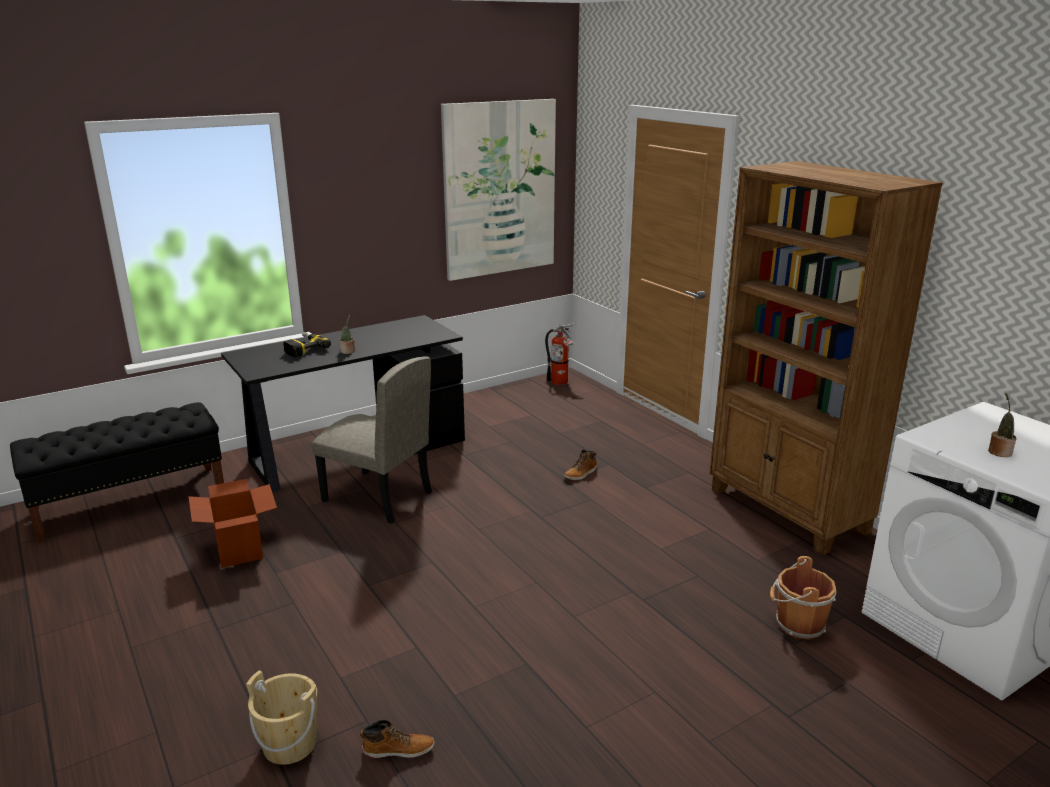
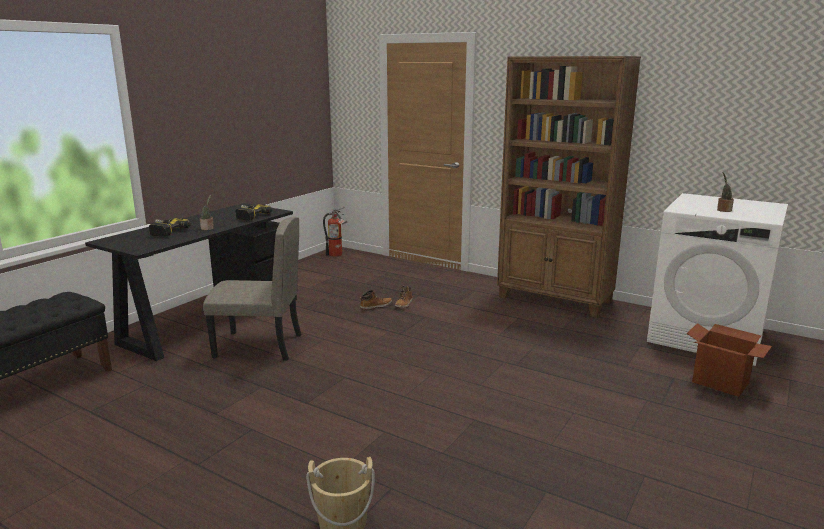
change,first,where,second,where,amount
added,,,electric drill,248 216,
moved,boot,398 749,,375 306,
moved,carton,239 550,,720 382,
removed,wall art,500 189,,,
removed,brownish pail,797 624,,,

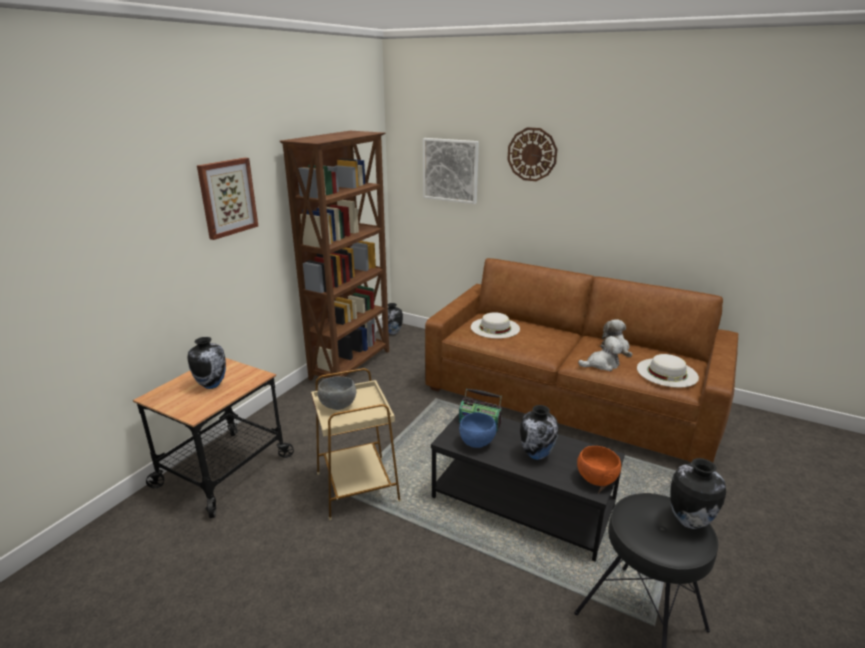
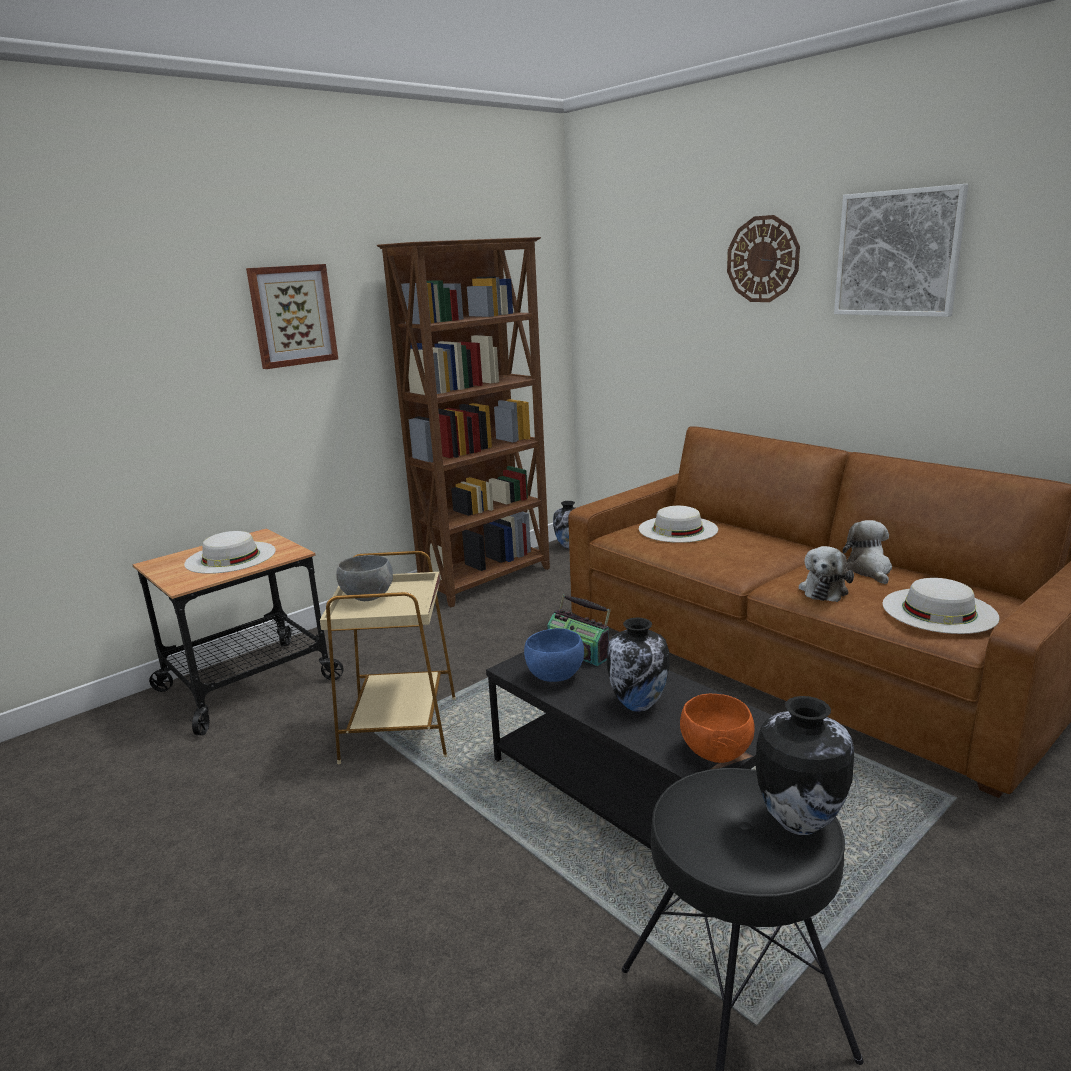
change,first,where,second,where,amount
replaced,vase,212 385,white clothing hat,230 557,
turned,cuddly toy,601 364,,824 589,105 degrees clockwise
moved,wall art,450 170,,898 253,

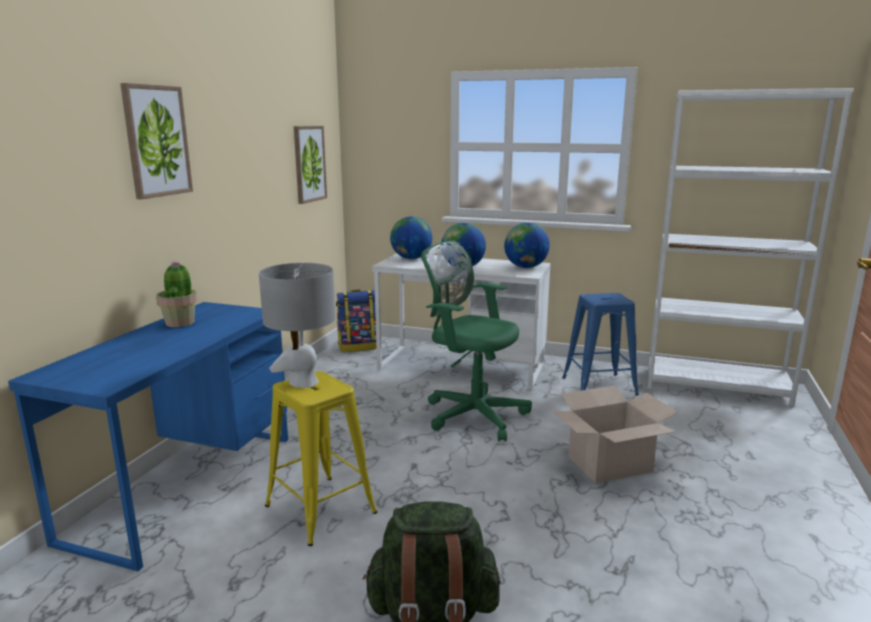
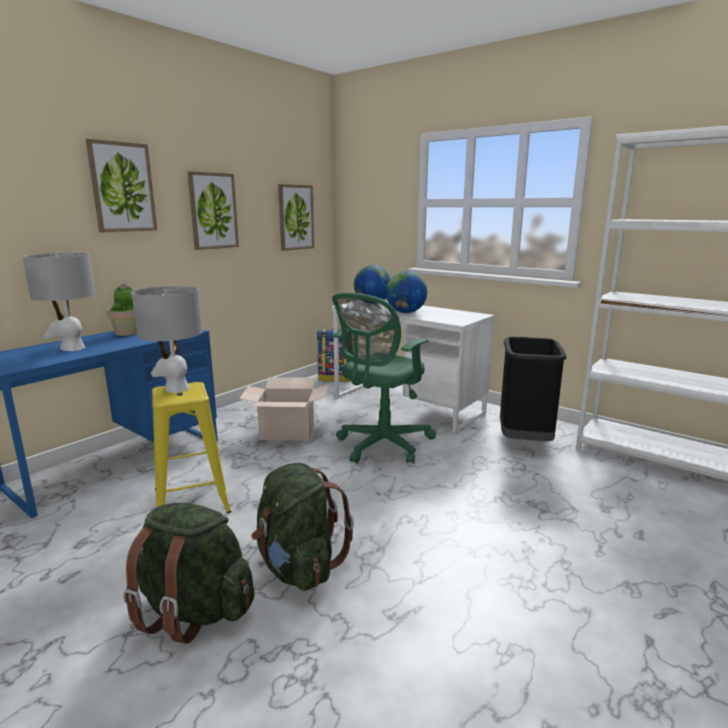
change,first,where,second,where,amount
added,,,greyish lamp for a table,72 348,
added,,,wall art,213 211,
moved,carton,609 464,,287 431,
added,,,green rucksack,298 566,
turned,green office chair,472 414,,381 446,105 degrees counterclockwise
replaced,bluish stool seat,599 386,black-coloured trash can,524 440,
removed,desk globe,525 267,,,

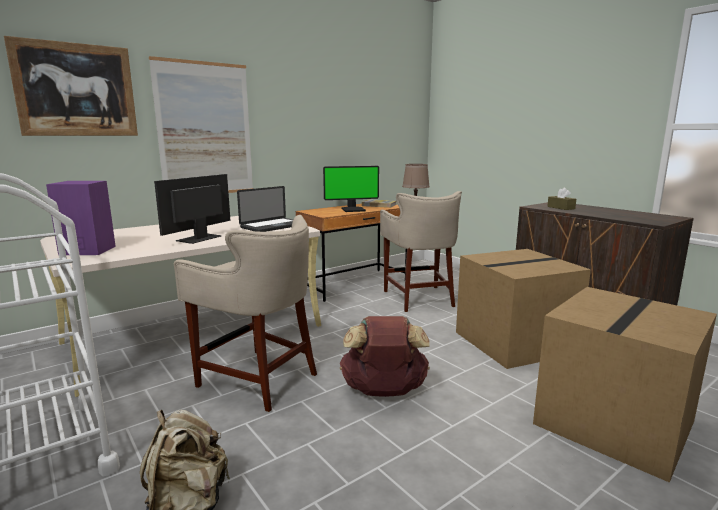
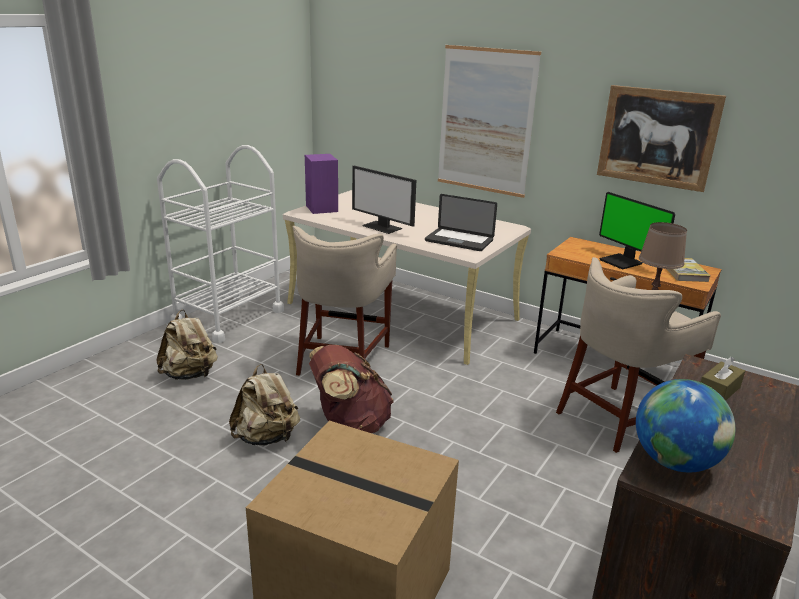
change,first,where,second,where,amount
added,,,beige rucksack,267 437,
turned,computer screen,199 238,,383 227,150 degrees counterclockwise
moved,wall art,76 90,,657 137,
added,,,desk globe,674 462,
removed,carton,514 343,,,

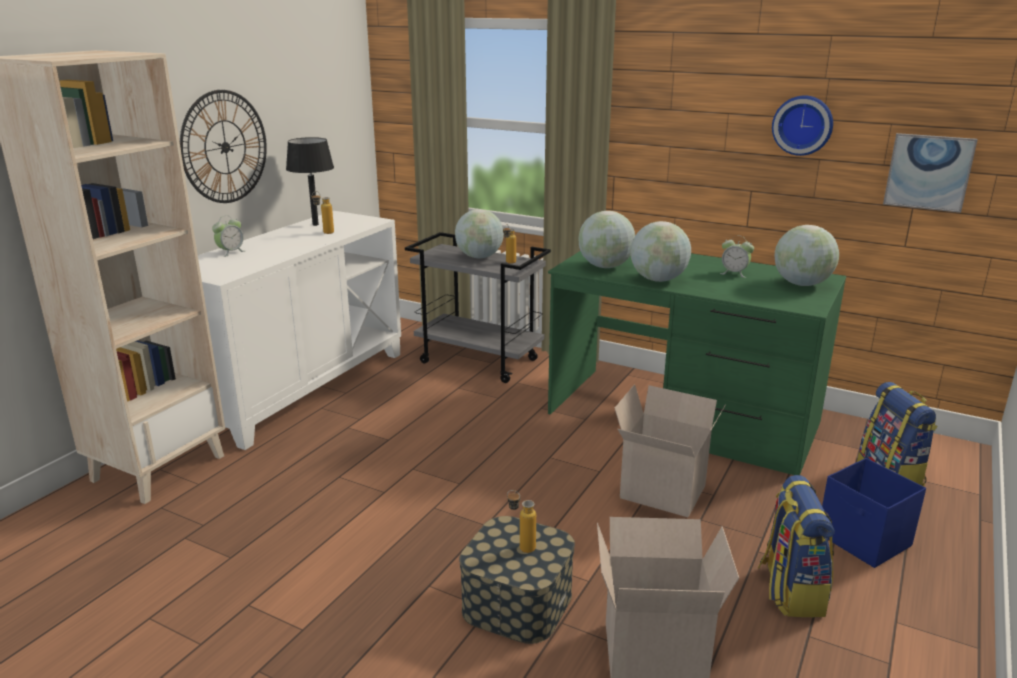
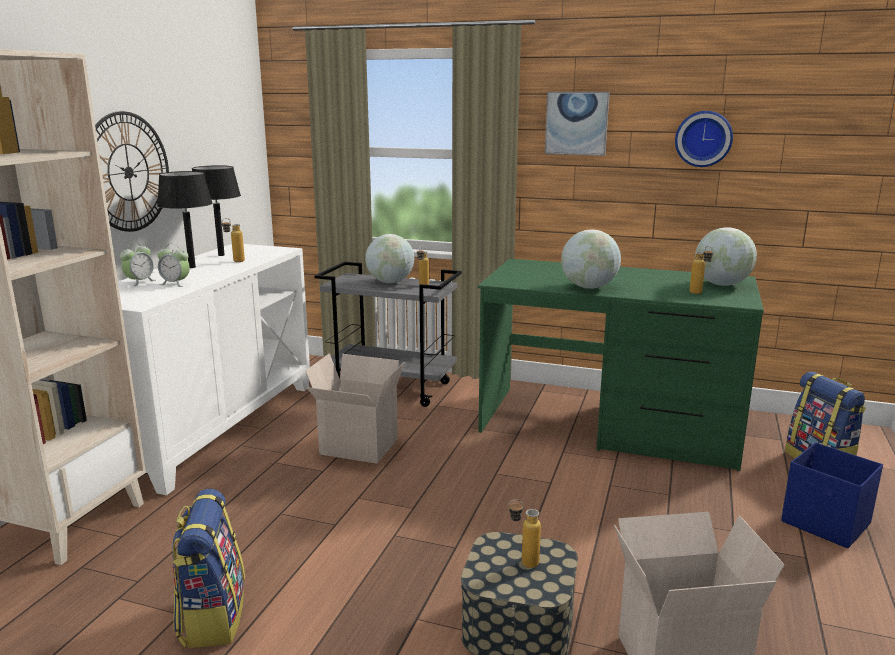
change,first,where,second,where,amount
added,,,black-coloured lamp for a table,192 267,
moved,table clock,734 273,,175 284,
moved,rucksack,790 590,,212 617,
moved,carton,660 493,,357 447,
moved,wall art,928 172,,576 123,
added,,,bottle,699 294,
removed,desk globe,605 266,,,

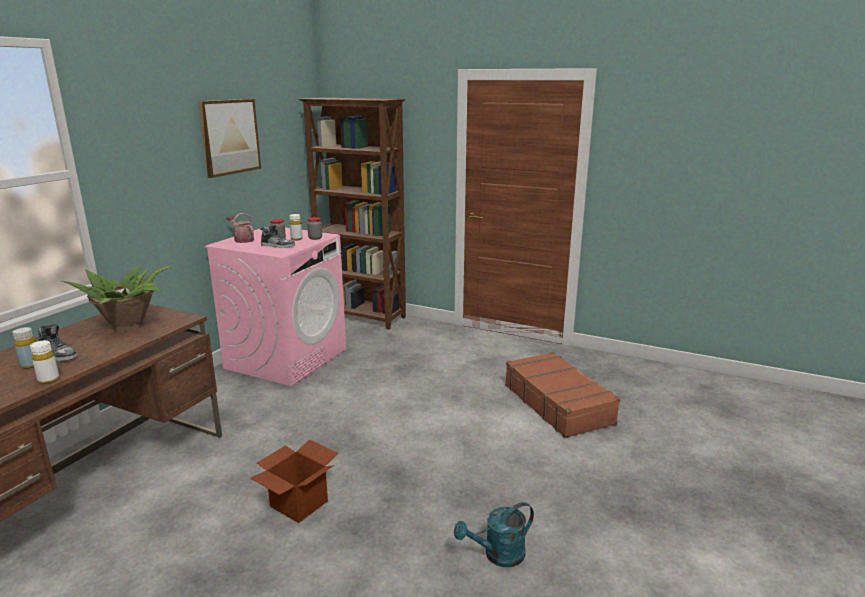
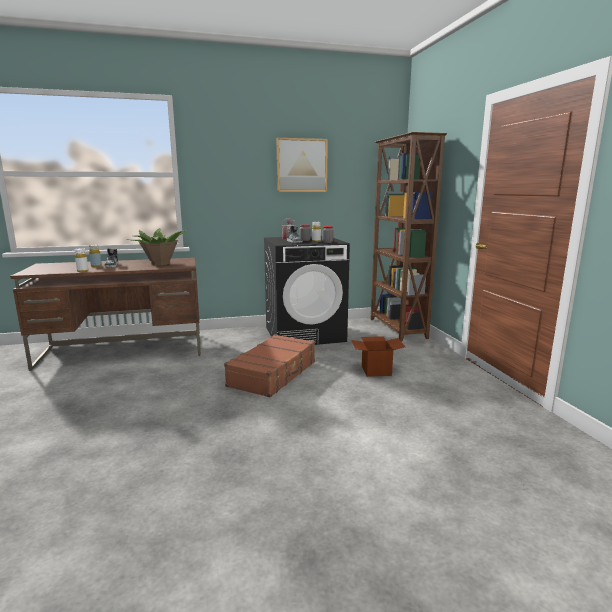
change,first,where,second,where,amount
moved,brownish piece of luggage,558 404,,274 374,
recoloured,pink-coloured laundry appliance,287 358,black-coloured laundry appliance,305 334,
moved,carton,299 504,,376 370,
removed,turquoise-coloured watering can,498 555,,,

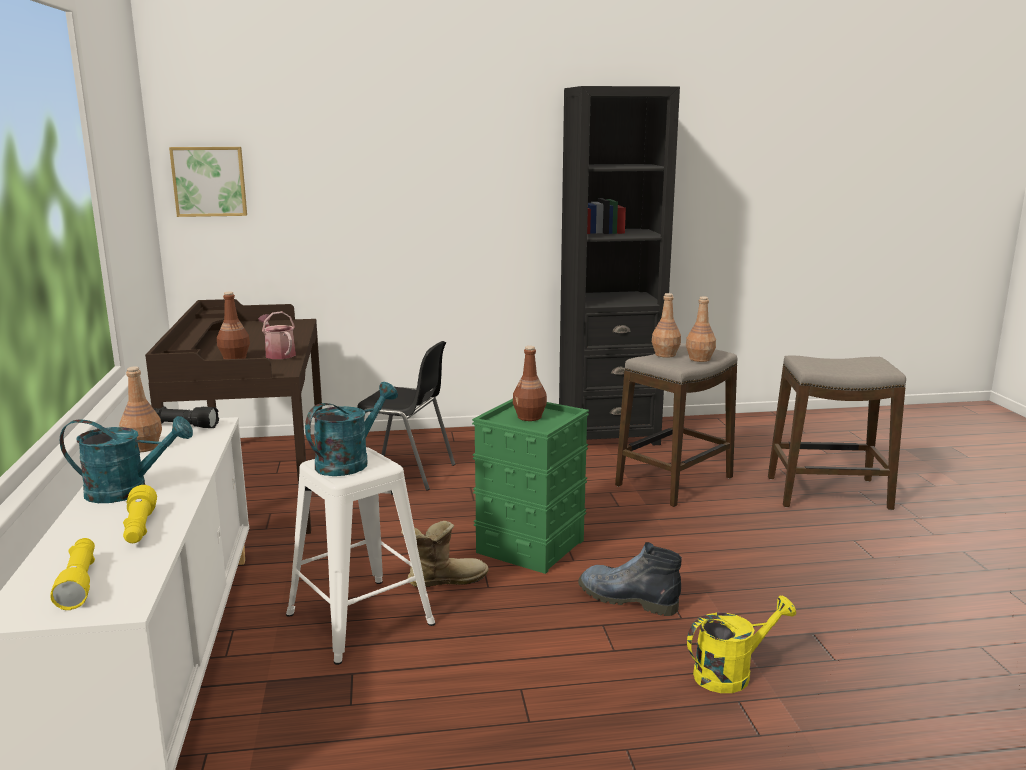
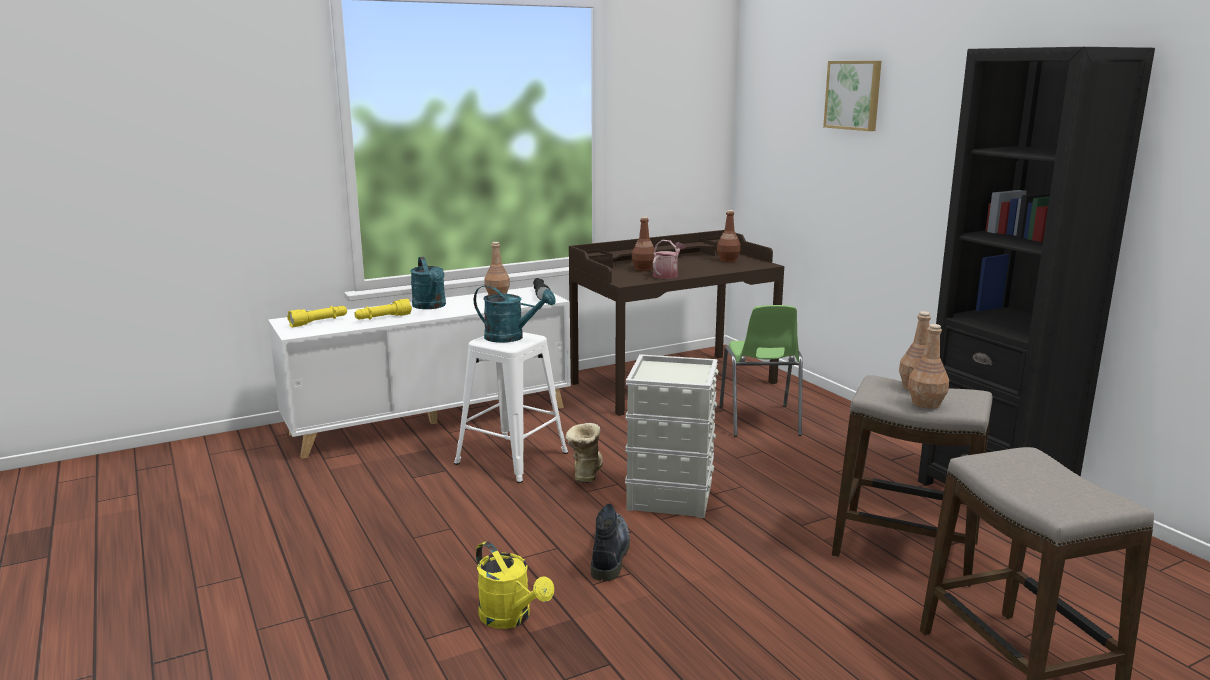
change,first,where,second,where,amount
turned,boot,444 580,,585 473,135 degrees counterclockwise
recoloured,green storage bin,530 546,greyish storage bin,671 496,
moved,brownish bottle,530 417,,728 260,
recoloured,black-coloured plain chair,404 472,green plain chair,759 421,
moved,wall art,209 181,,854 95,

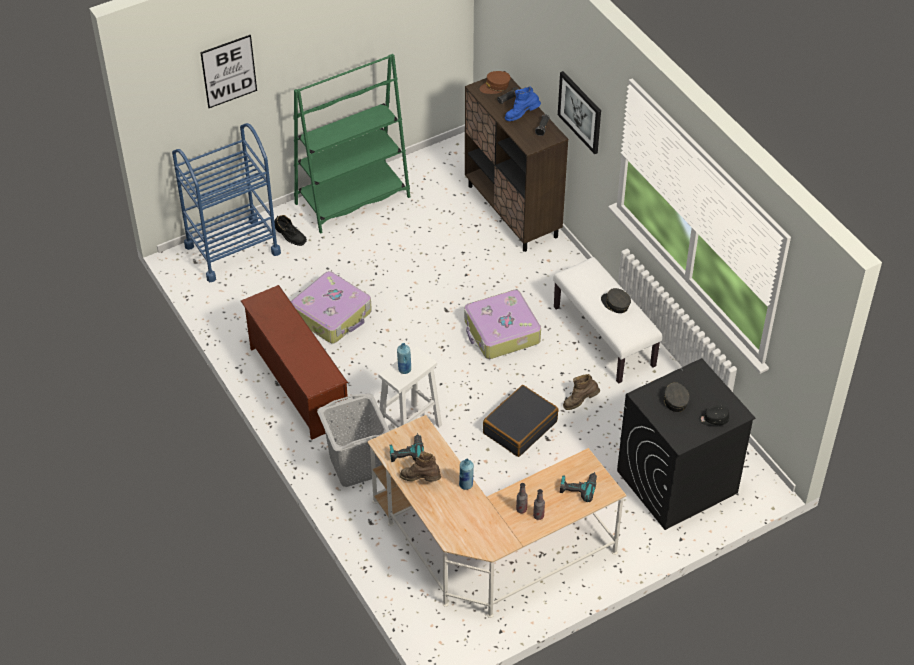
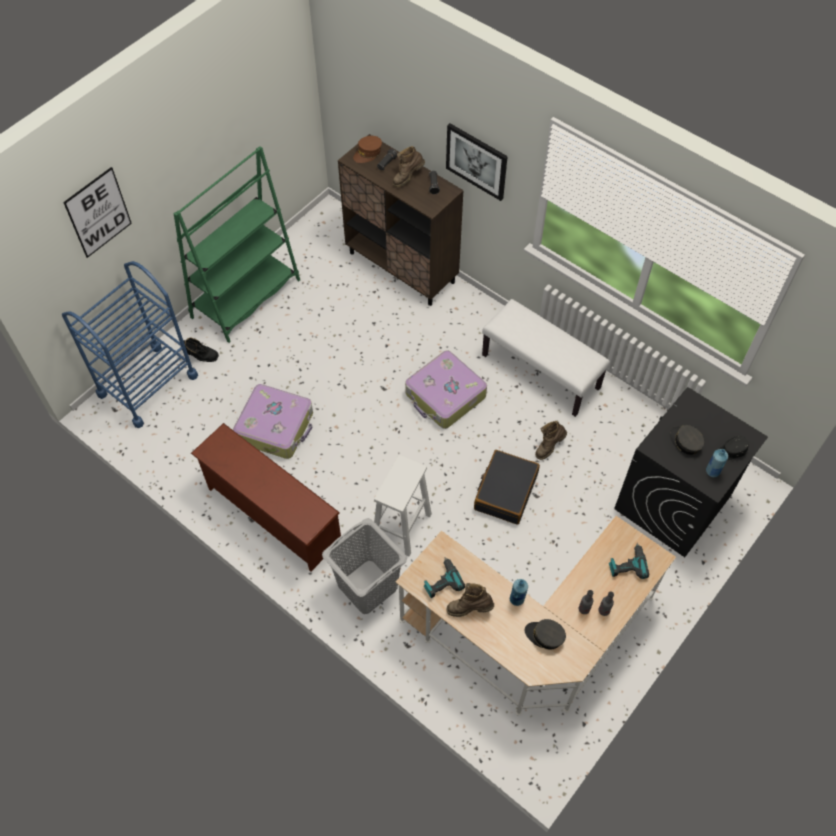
change,first,where,second,where,amount
recoloured,bluish boot,522 115,brownish boot,407 177,
moved,greyish cap,615 304,,544 636,
moved,bluish bottle,404 369,,712 471,

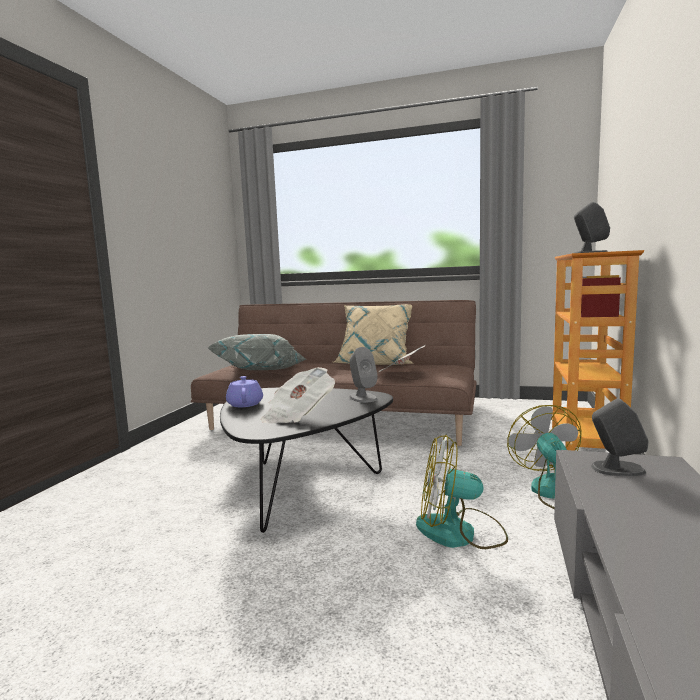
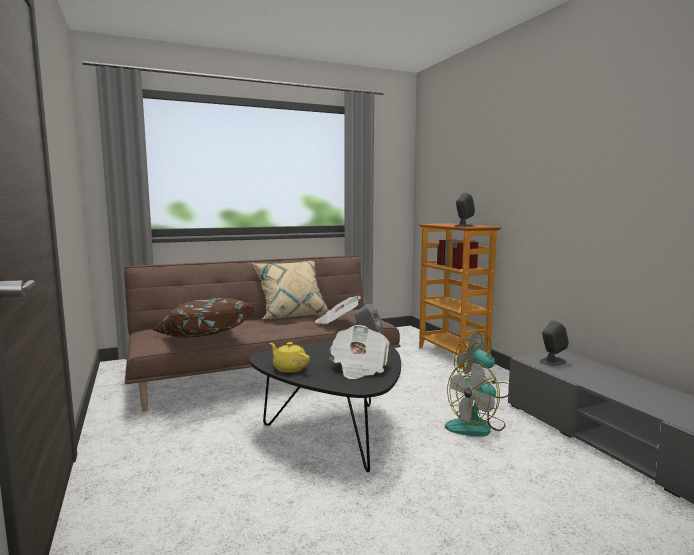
change,first,where,second,where,amount
recoloured,greyish cushion,262 371,brownish cushion,203 337,
recoloured,purple-coloured tea pot,245 404,yellow-coloured tea pot,289 368,

